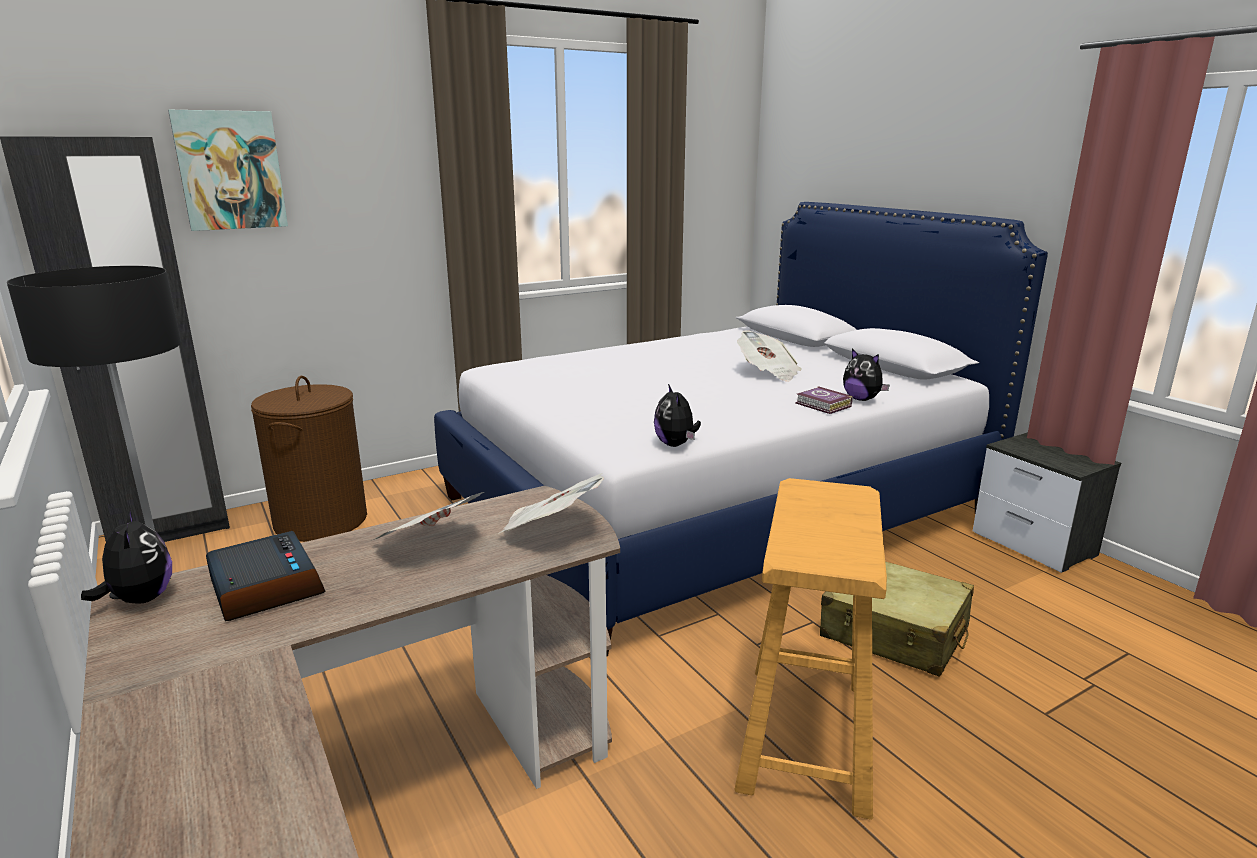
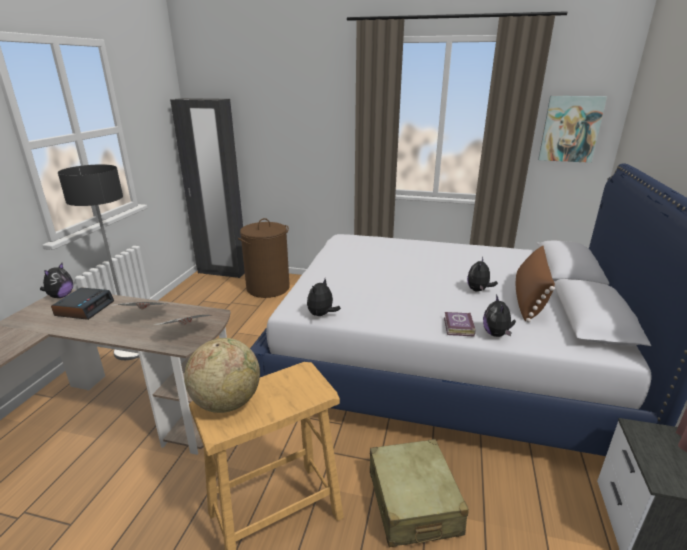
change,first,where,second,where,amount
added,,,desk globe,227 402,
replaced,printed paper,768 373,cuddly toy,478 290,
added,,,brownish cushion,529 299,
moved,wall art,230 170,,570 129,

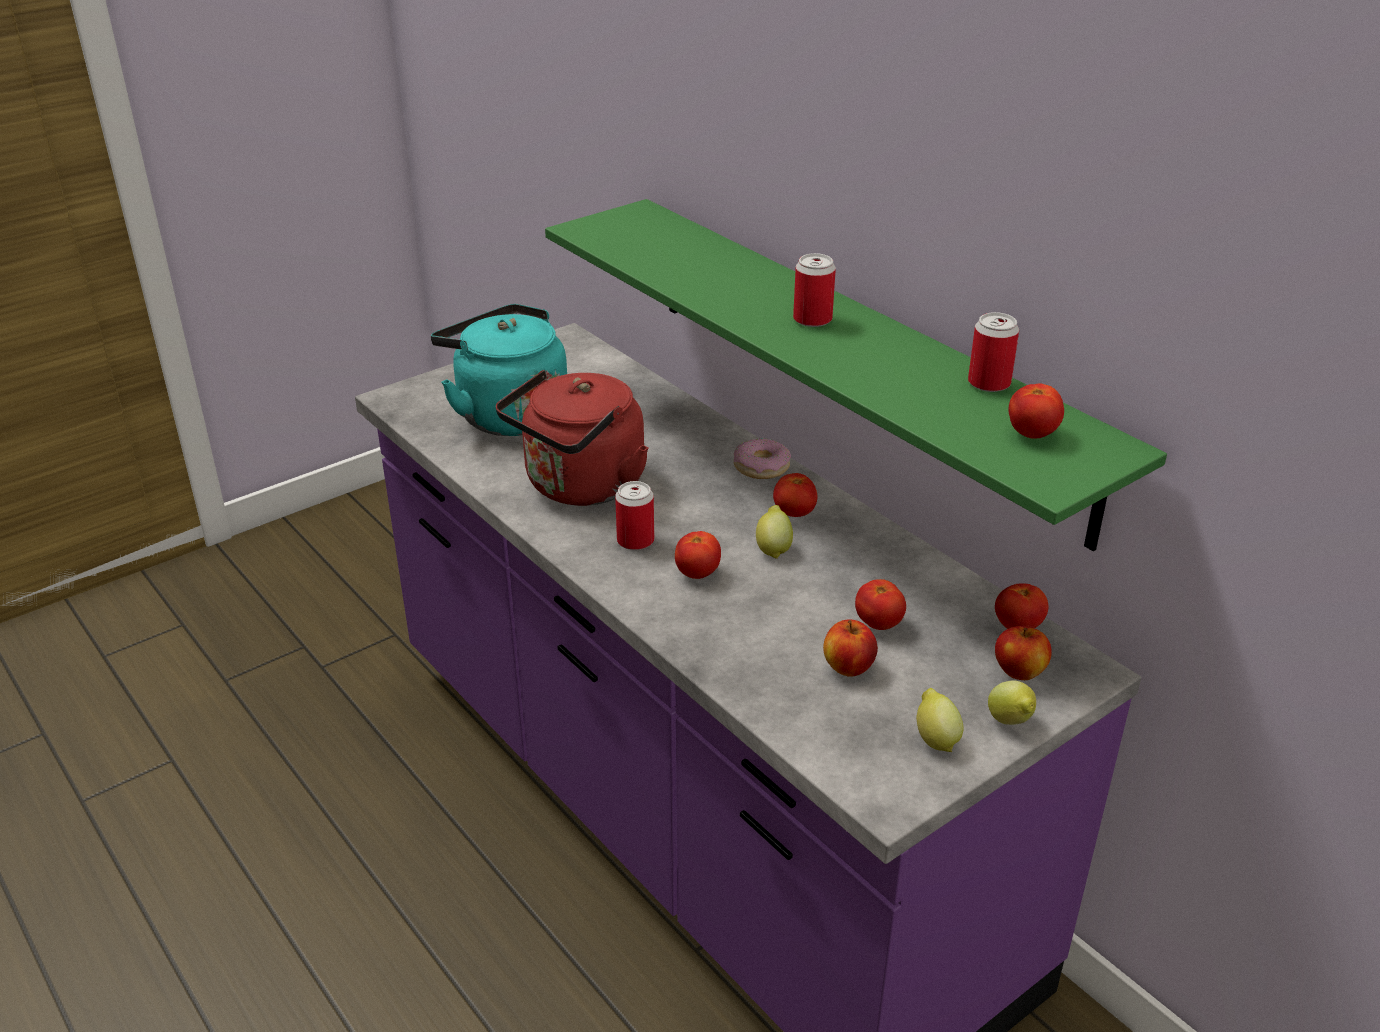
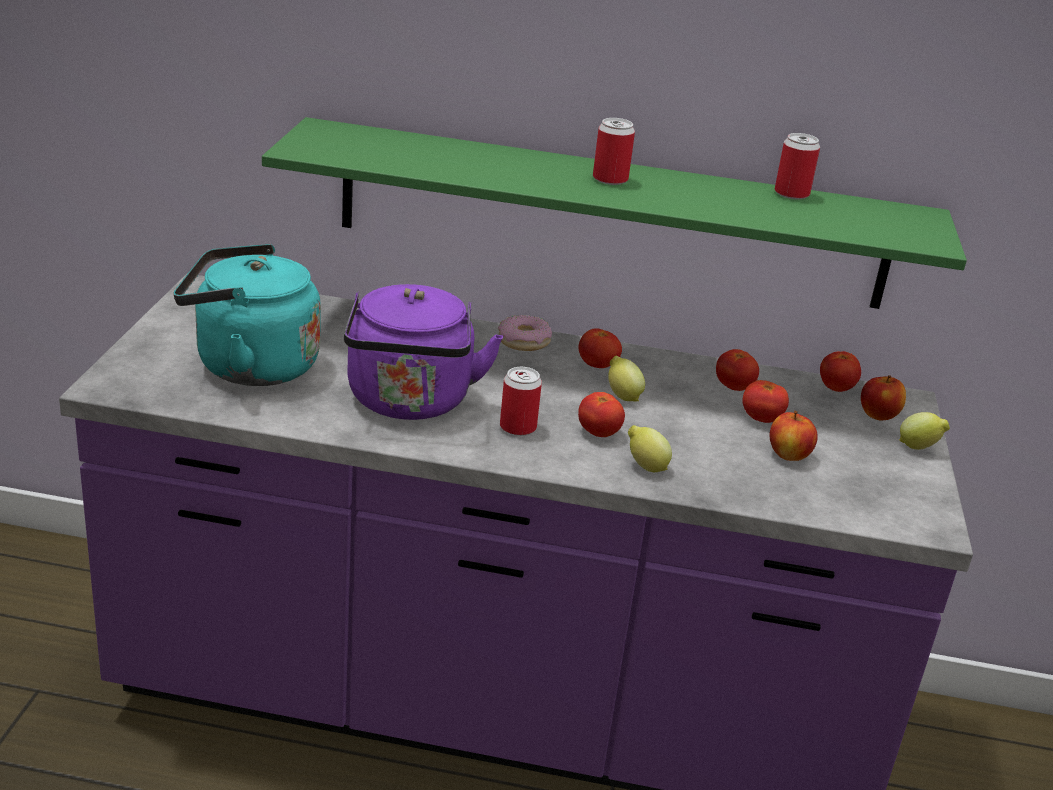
change,first,where,second,where,amount
recoloured,red-coloured tea kettle,580 487,purple-coloured tea kettle,409 403,
moved,whole lemon,935 739,,645 467,
moved,whole tomato,1032 433,,734 387,

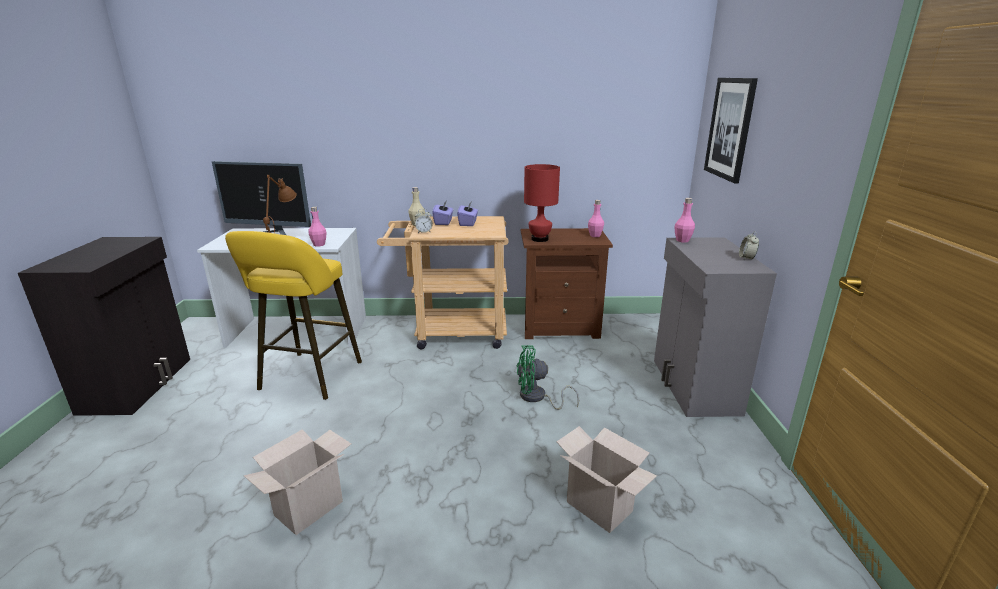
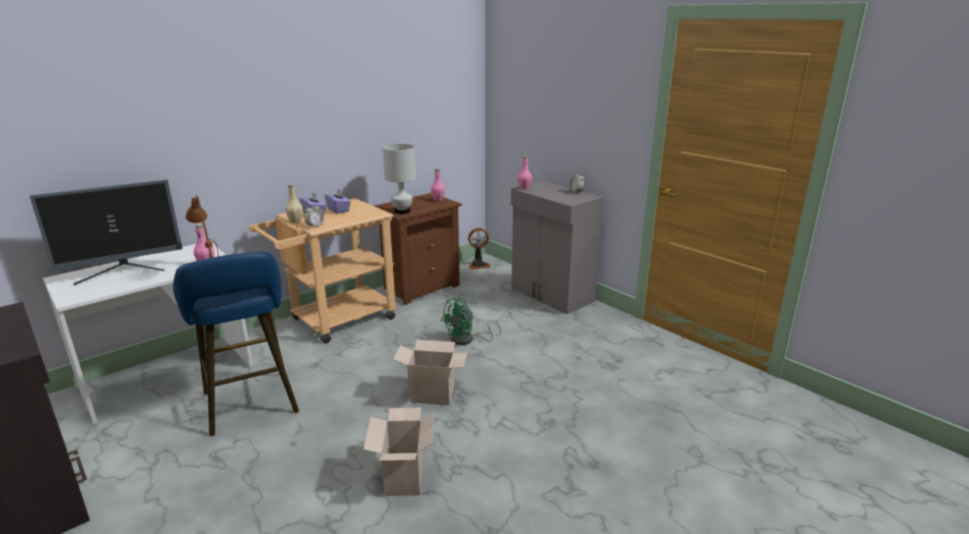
change,first,where,second,where,amount
recoloured,yellow-coloured stool seat,308 378,bluish stool seat,251 406,
recoloured,red-coloured lamp for a table,539 239,white lamp for a table,402 211,
moved,carton,601 507,,433 394,
added,,,fan,478 265,
removed,wall art,730 128,,,

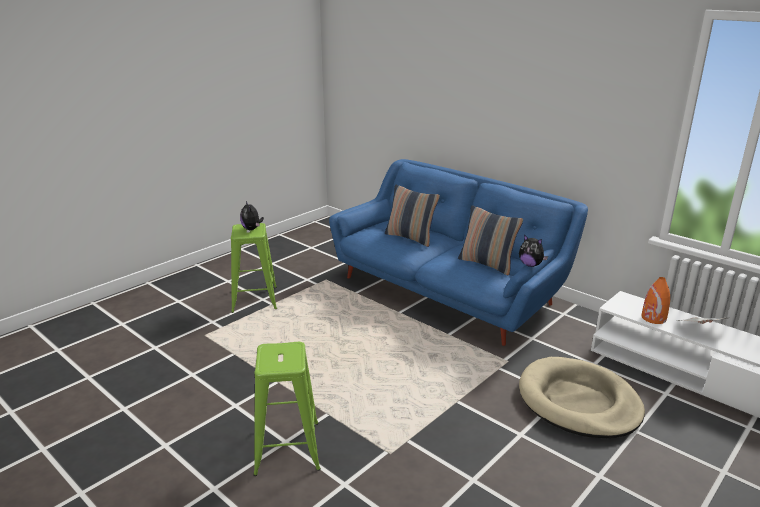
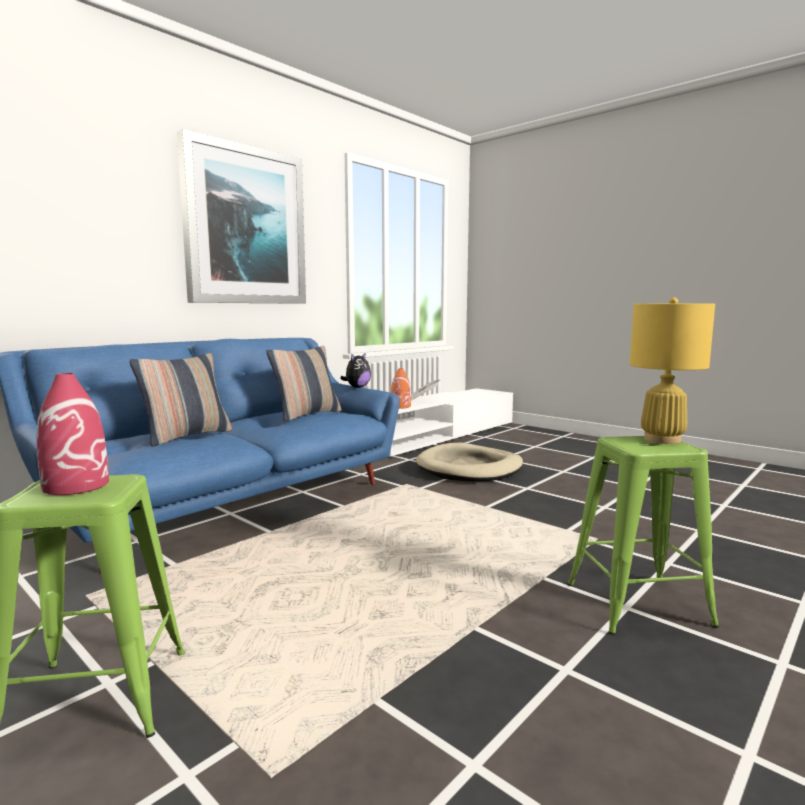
change,first,where,second,where,amount
replaced,cuddly toy,252 229,red-coloured vase,76 485,
added,,,wall art,244 227,
added,,,yellow-coloured lamp for a table,662 439,

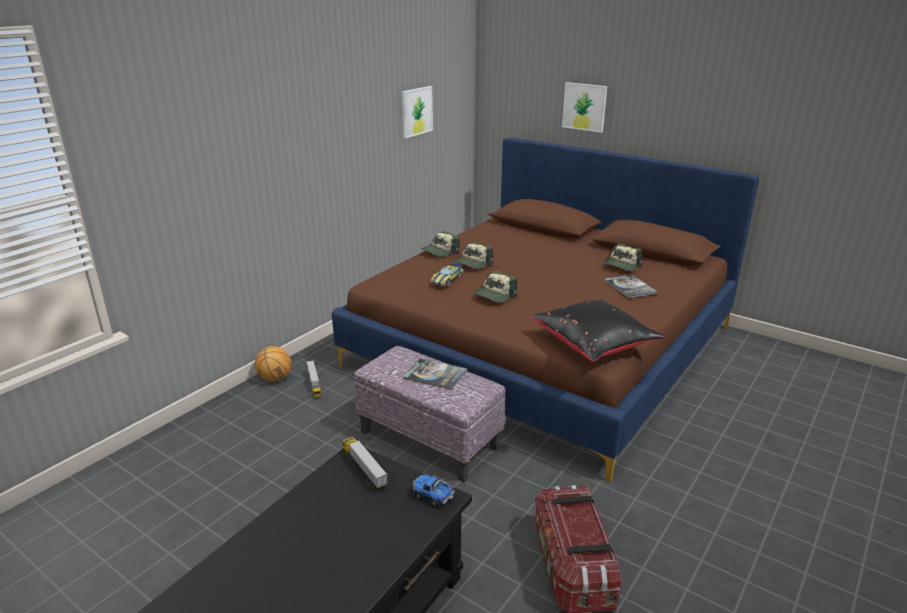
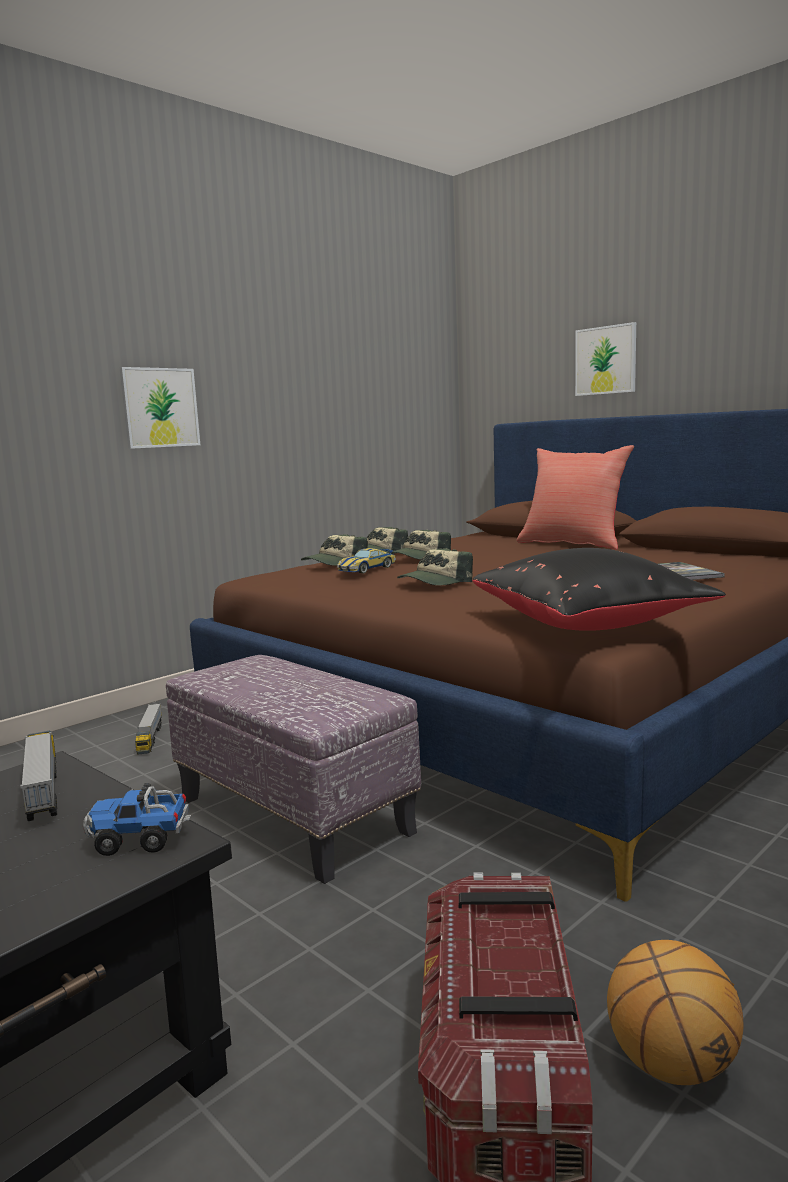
change,first,where,second,where,amount
turned,toy lorry,433 497,,140 840,45 degrees counterclockwise
moved,wall art,416 111,,160 408,
moved,cap,621 265,,334 564,
added,,,red-coloured cushion,573 543,
moved,basketball ball,275 378,,670 1064,
removed,book,435 375,,,

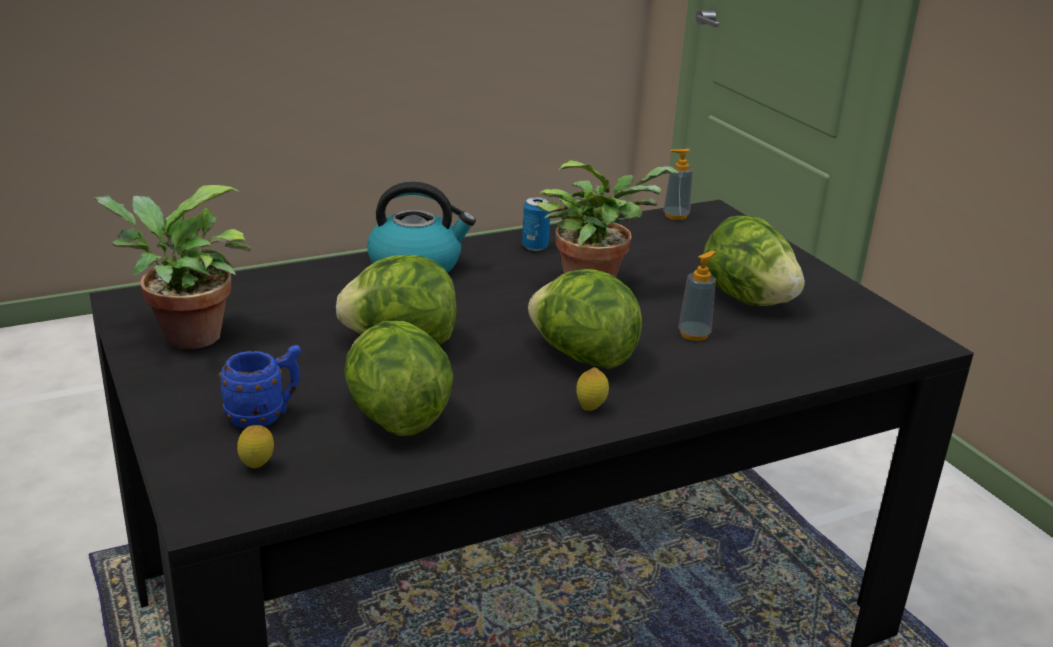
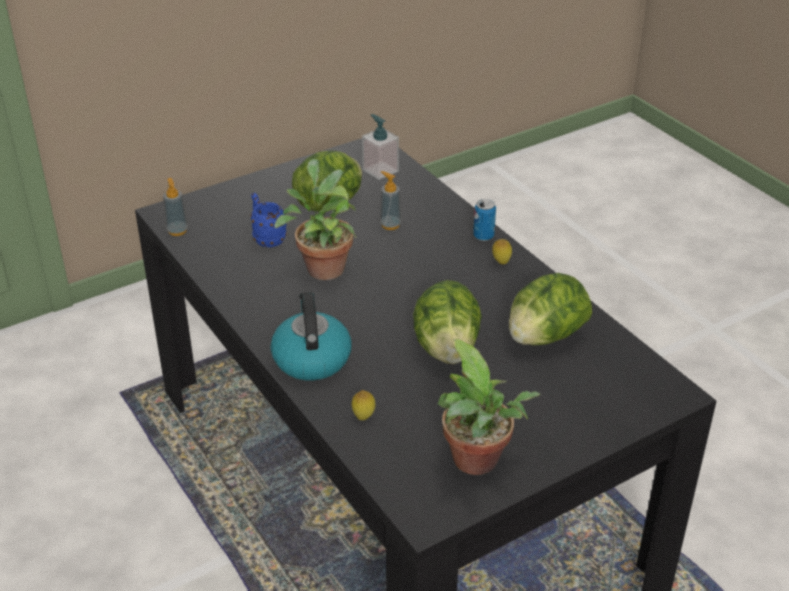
change,first,where,second,where,amount
moved,bluish tea mug,265 416,,267 238,
moved,whole lemon,257 467,,363 417,
added,,,soap dispenser,380 170,
moved,sealed can,535 246,,483 236,
removed,lettuce,582 356,,,

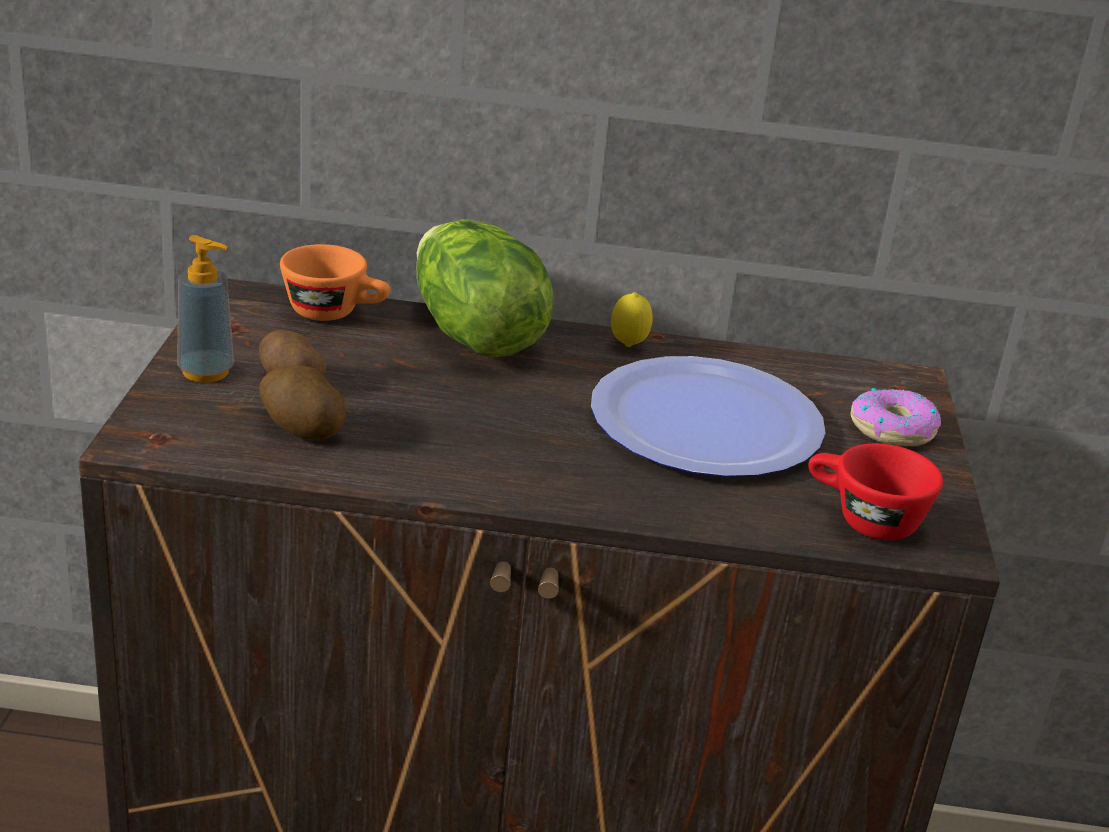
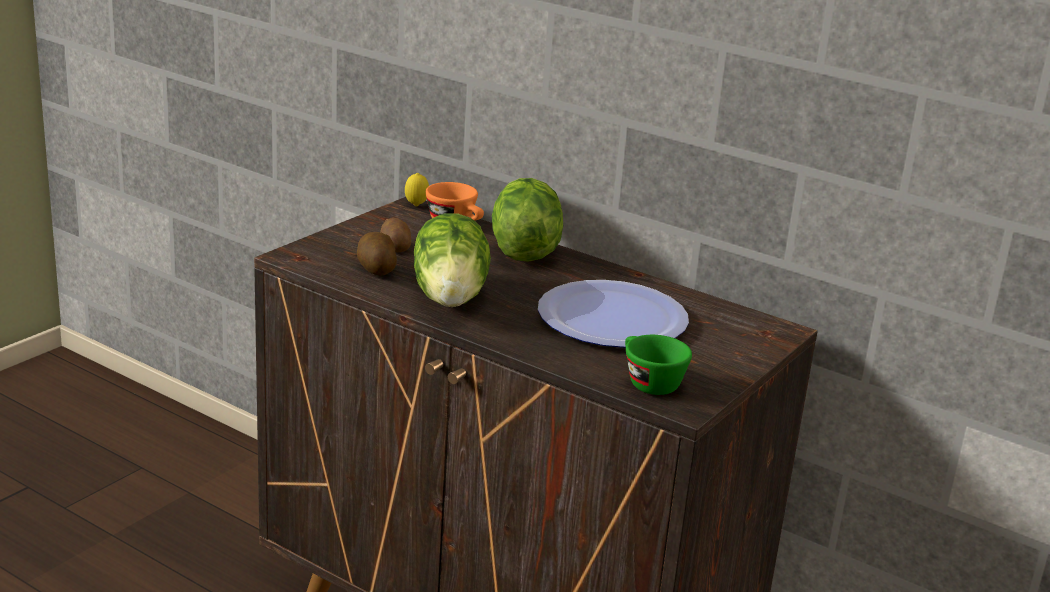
change,first,where,second,where,amount
moved,whole lemon,628 346,,416 206,
added,,,lettuce,452 297,
recoloured,red-coloured drinking cup,863 519,green drinking cup,647 382,
removed,soap dispenser,206 372,,,
removed,donut,893 429,,,

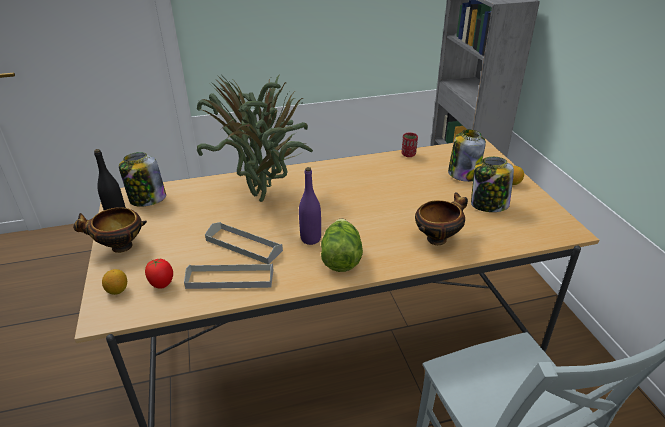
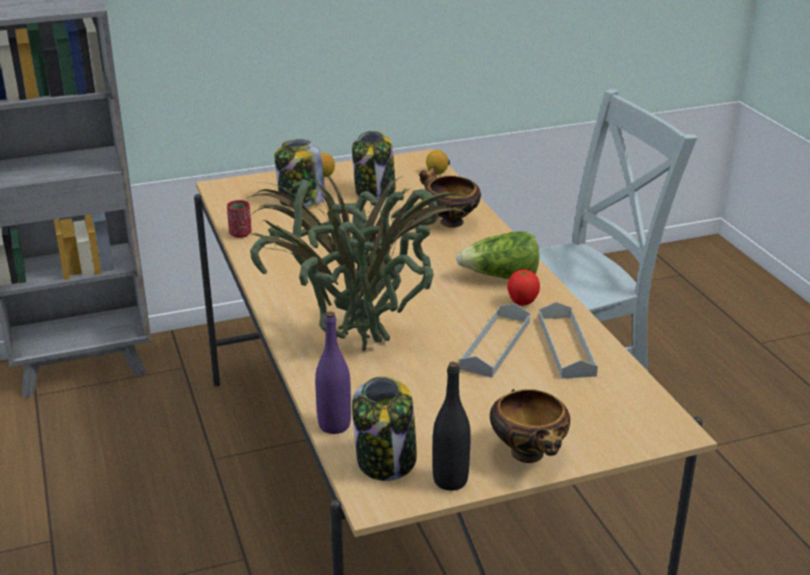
change,first,where,second,where,amount
moved,purple-coloured bottle,310 239,,334 425,
moved,whole lemon,117 290,,437 172,
moved,whole tomato,162 284,,522 303,

